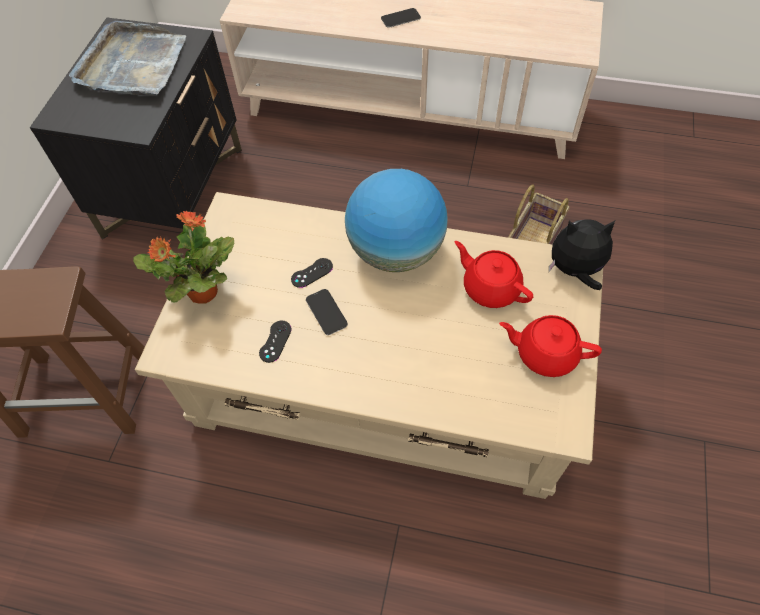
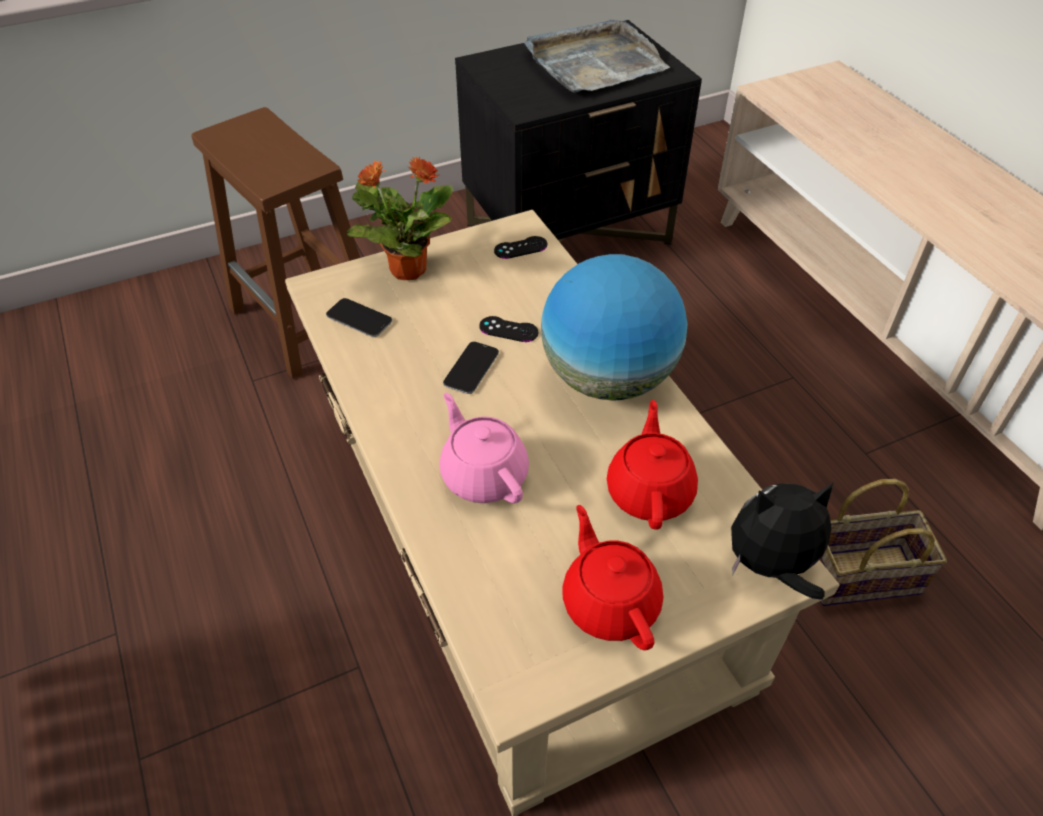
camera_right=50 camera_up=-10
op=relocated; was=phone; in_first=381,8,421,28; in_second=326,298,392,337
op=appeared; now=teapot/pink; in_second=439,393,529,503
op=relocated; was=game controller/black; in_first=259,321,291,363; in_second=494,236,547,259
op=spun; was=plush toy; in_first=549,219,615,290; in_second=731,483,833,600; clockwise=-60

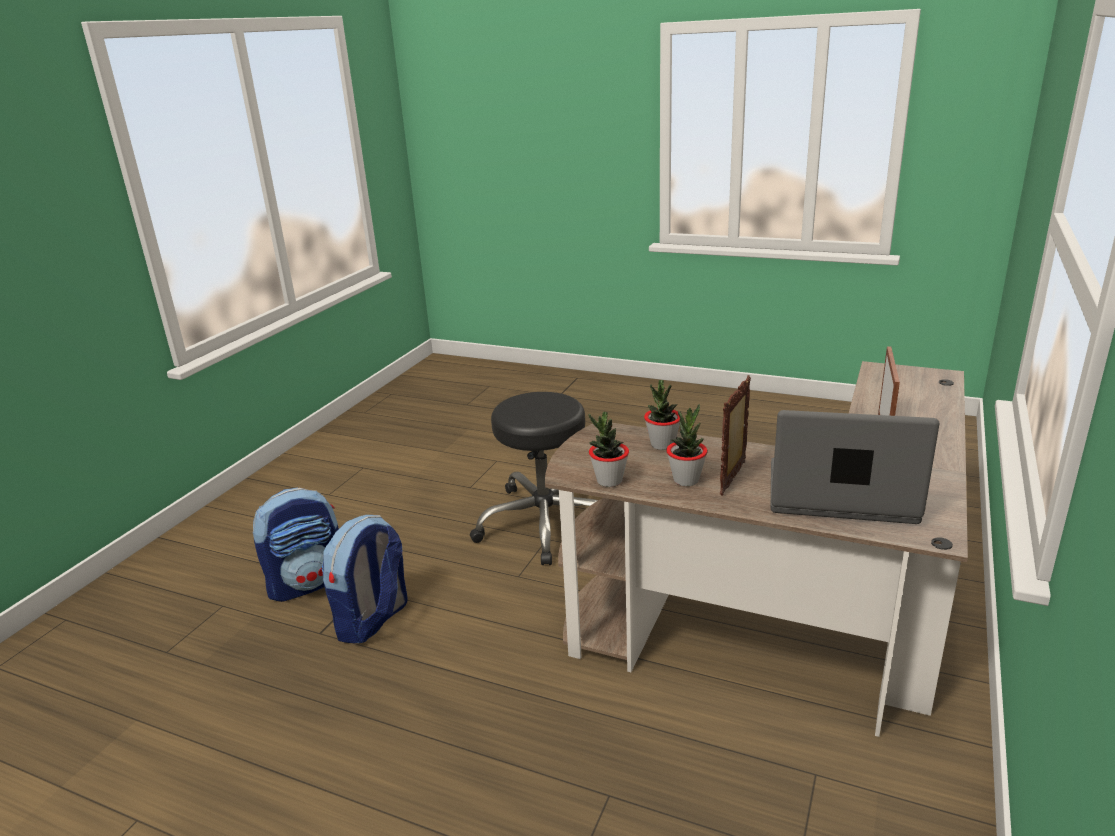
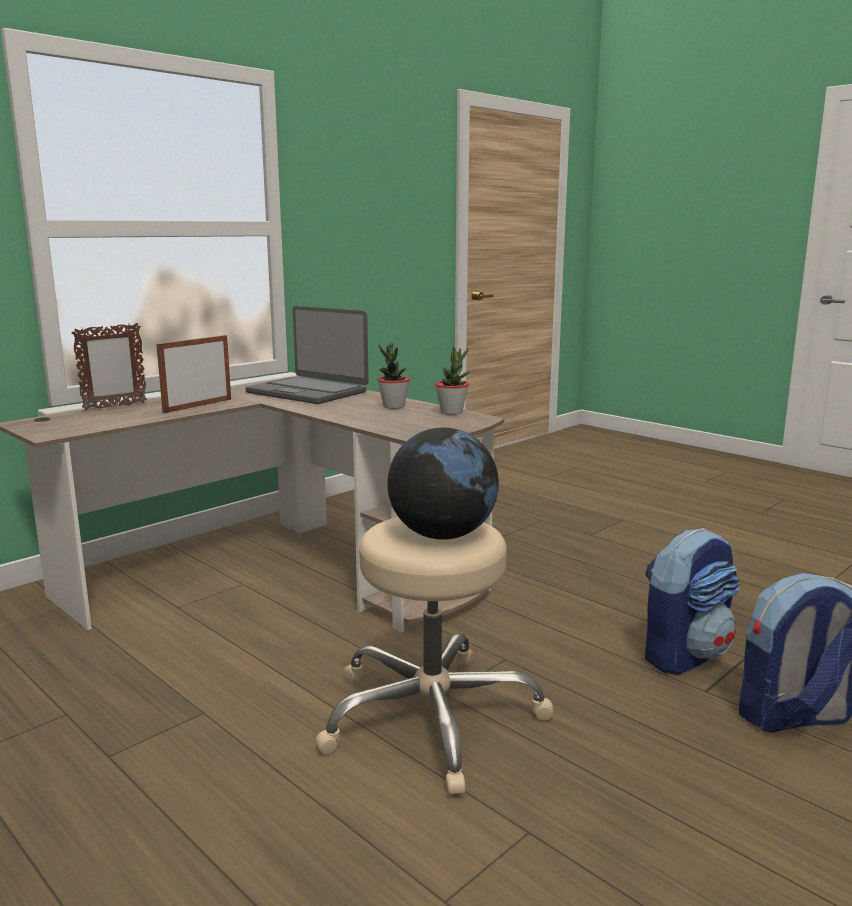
camera_right=-160 camera_up=-10
op=relocated; was=picture frame; in_first=720,375,751,496; in_second=71,323,147,410
op=colour; was=stool/black; now=stool/beige; in_first=470,392,598,565; in_second=315,517,554,796
op=appeared; now=globe; in_second=387,427,499,540
op=missing; was=potted plant; in_first=644,380,680,450

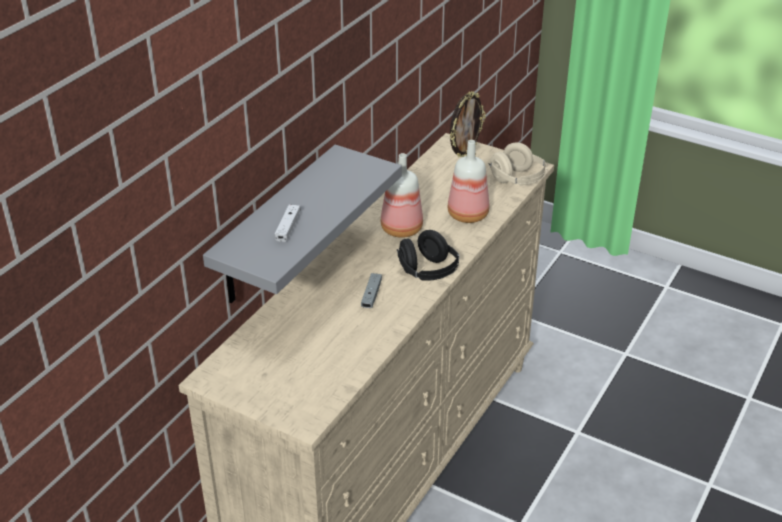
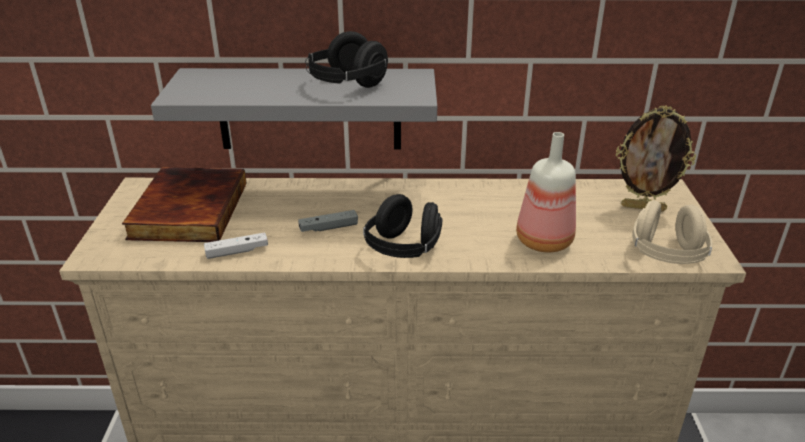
camera_right=60 camera_up=-5
op=appeared; now=book; in_second=122,167,247,242
op=relocated; was=game controller/white; in_first=275,204,301,242; in_second=204,232,268,259
op=appeared; now=headphones/black; in_second=305,31,388,88
op=missing; was=bottle; in_first=381,153,423,238

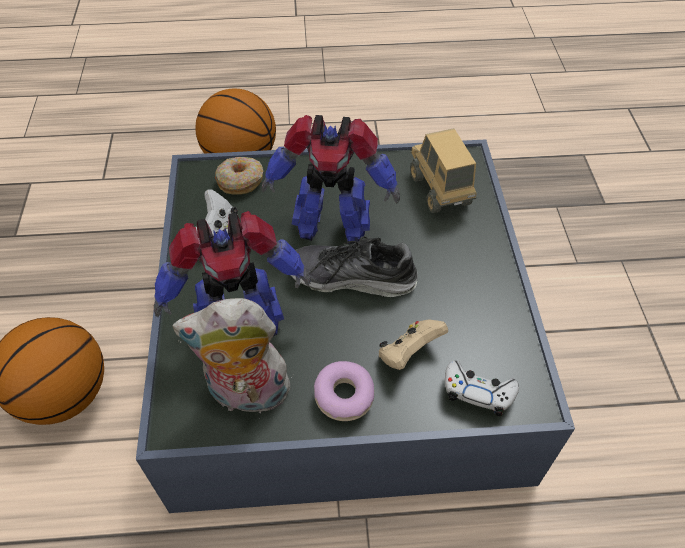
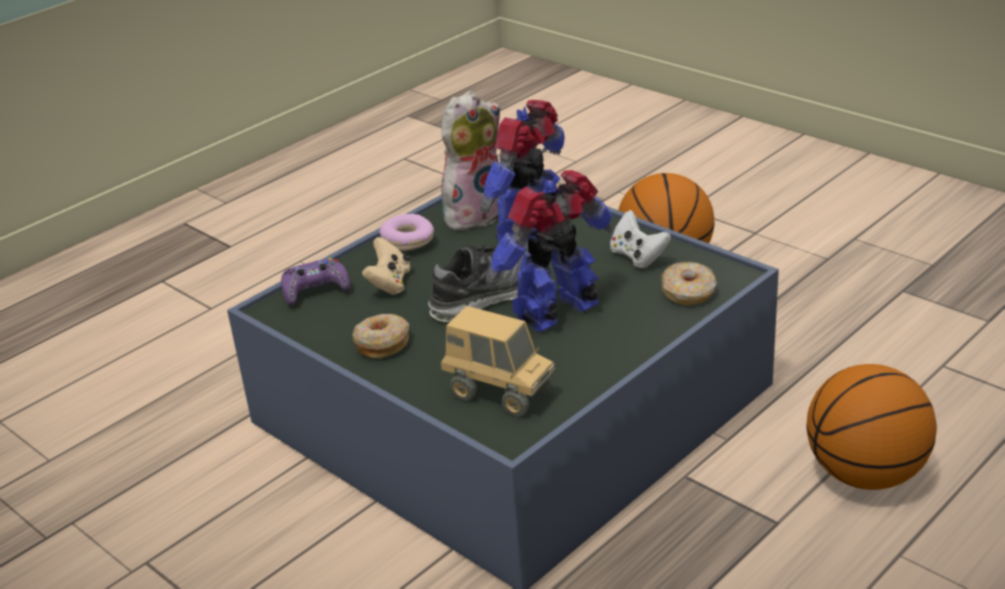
camera_right=140 camera_up=-20
op=colour; was=game controller/white; now=game controller/purple; in_first=445,361,519,417; in_second=281,258,351,305
op=appeared; now=donut; in_second=352,314,409,358

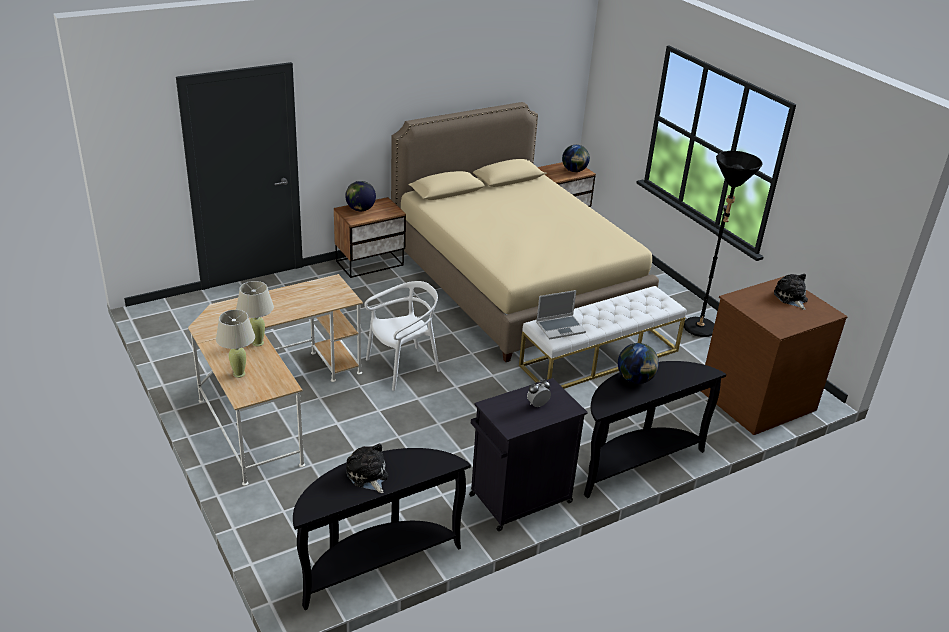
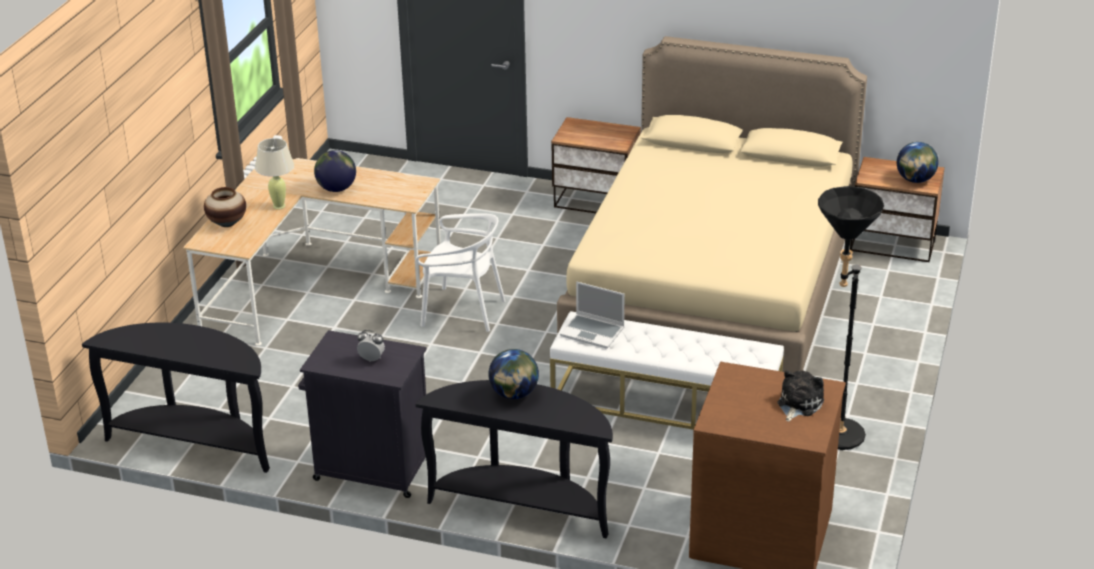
camera_right=50 camera_up=0
op=exchanged; was=table lamp/beige; now=vase; in_first=216,310,255,378; in_second=204,187,246,227
op=relocated; was=globe; in_first=345,181,376,211; in_second=314,150,356,192
op=missing; was=plush toy; in_first=346,443,388,493

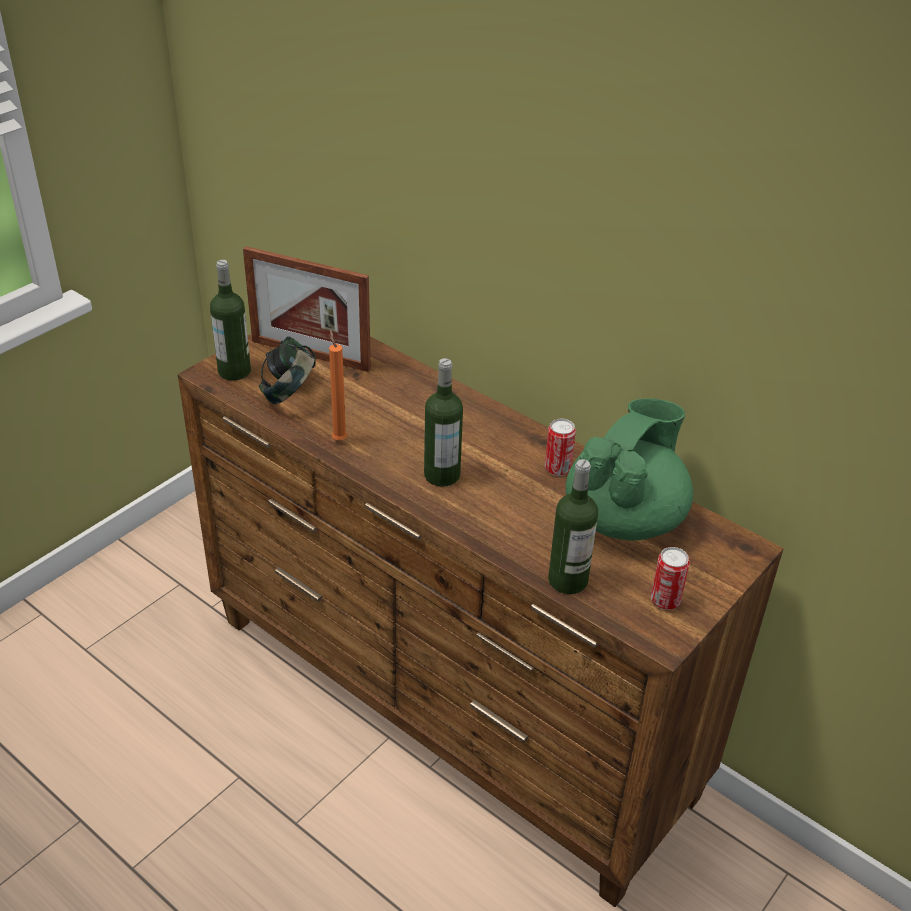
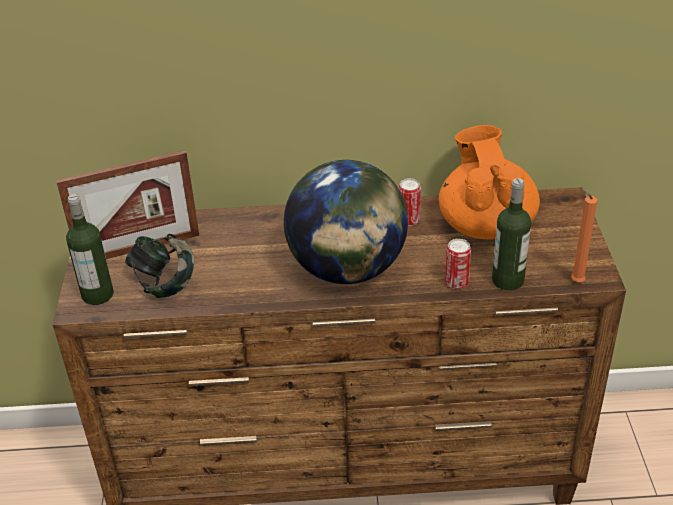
camera_right=-40 camera_up=0
op=exchanged; was=bottle; now=globe; in_first=424,358,463,486; in_second=284,160,408,284
op=colour; was=teapot/green; now=teapot/orange; in_first=565,398,693,541; in_second=439,125,540,239
op=relocated; was=can; in_first=651,547,690,610; in_second=445,239,471,289
op=relocated; was=candle/orange; in_first=329,329,347,441; in_second=571,187,597,282

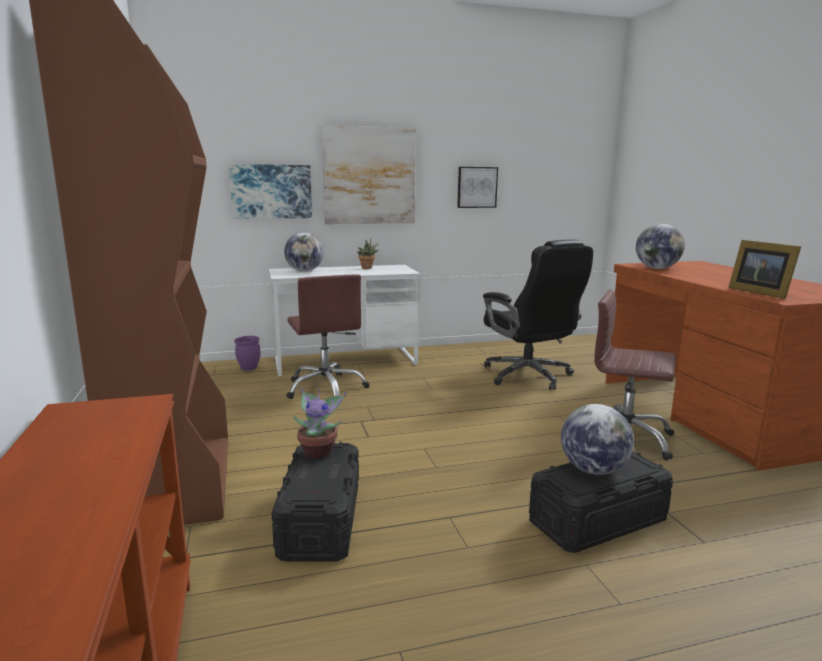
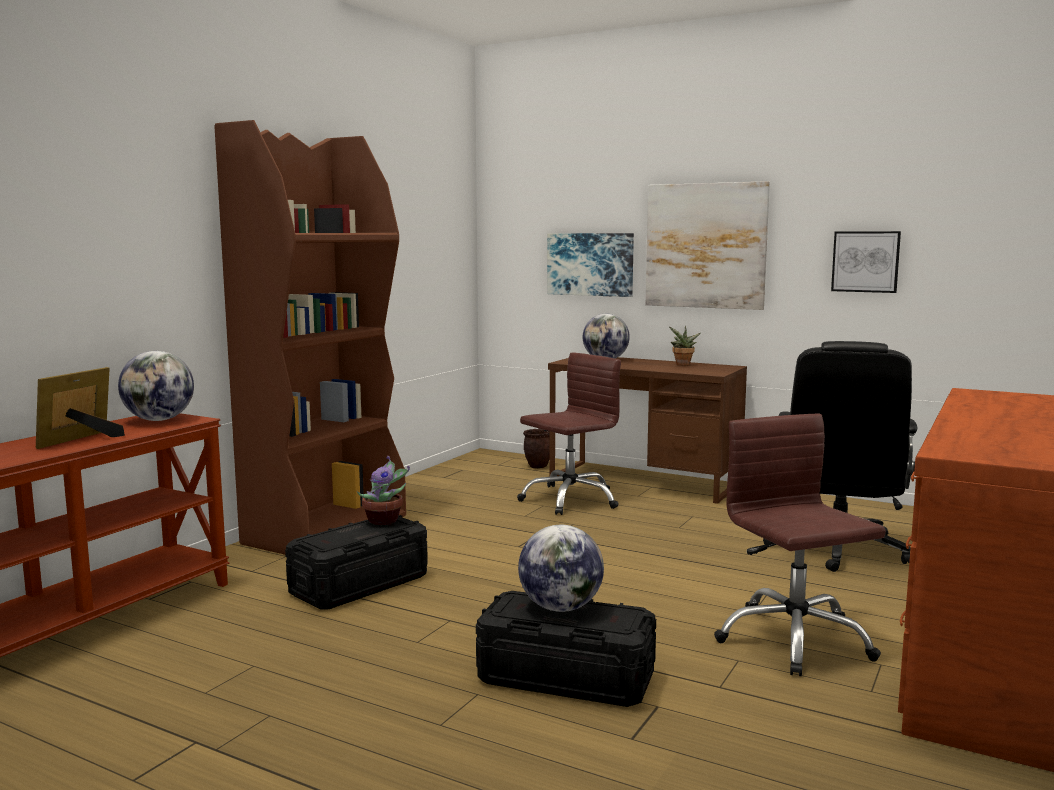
camera_right=45 camera_up=-5
op=relocated; was=picture frame; in_first=728,240,801,299; in_second=36,367,125,449
op=relocated; was=globe; in_first=636,223,685,269; in_second=118,351,194,421
op=spun; was=office chair/brown; in_first=286,275,369,399; in_second=517,352,621,515; clockwise=-150
op=colour; was=planter/purple; now=planter/brown; in_first=234,335,261,371; in_second=523,429,550,468
op=colour; was=desk/white; now=desk/brown; in_first=269,265,421,376; in_second=548,357,747,504

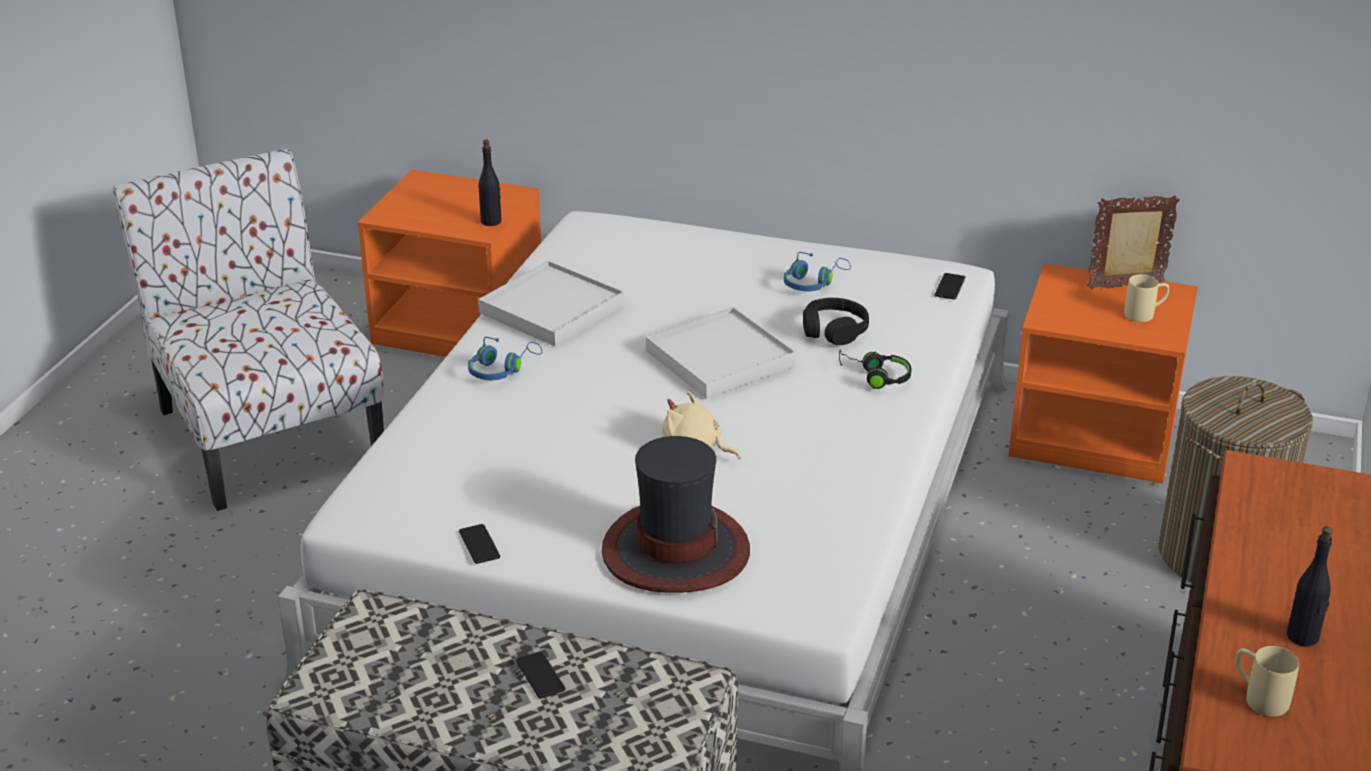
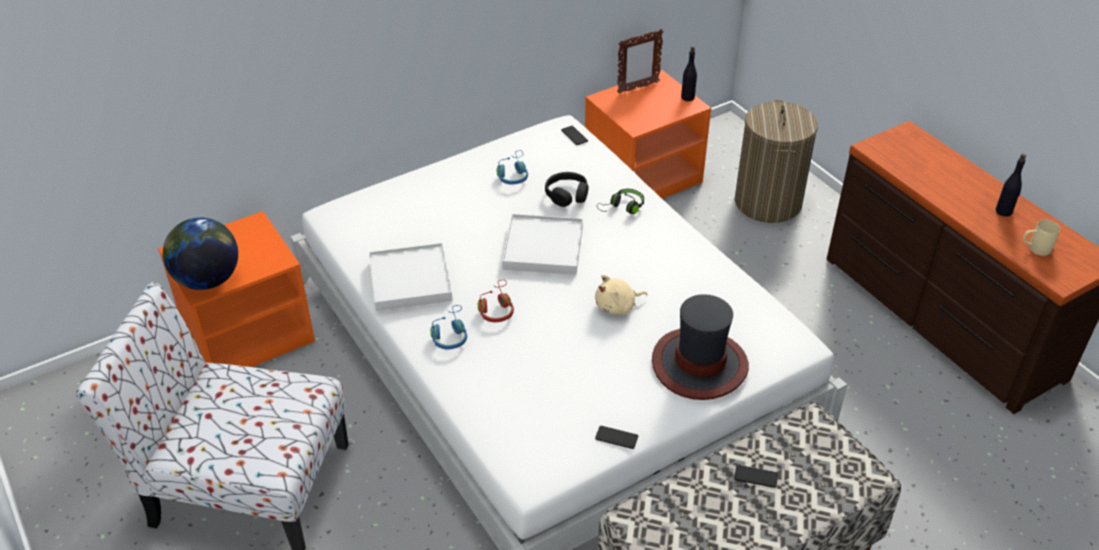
camera_right=-50 camera_up=10
op=appeared; now=globe; in_second=163,217,238,290
op=appeared; now=headphones/red; in_second=478,279,514,322
op=spun; was=picture frame; in_first=1087,195,1180,290; in_second=617,29,664,94; clockwise=-150
op=relocated; was=bottle/black; in_first=479,139,502,226; in_second=681,46,697,101
op=missing; was=mug/beige; in_first=1124,274,1169,322

